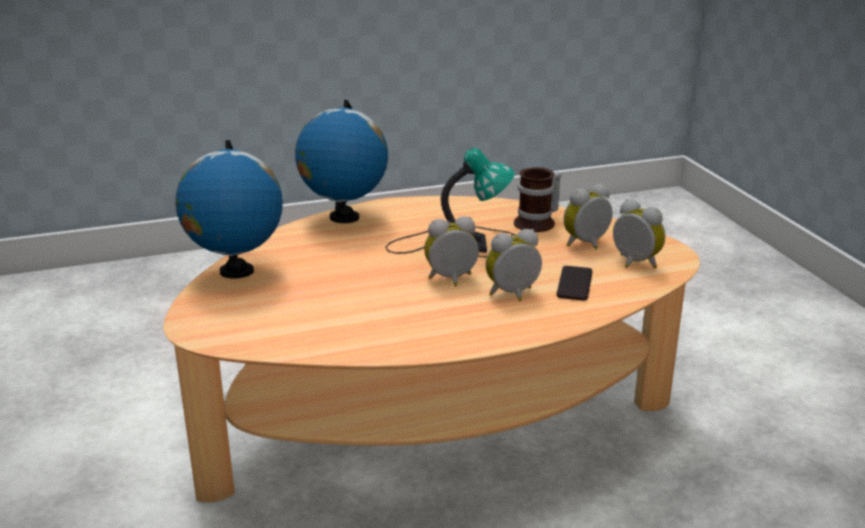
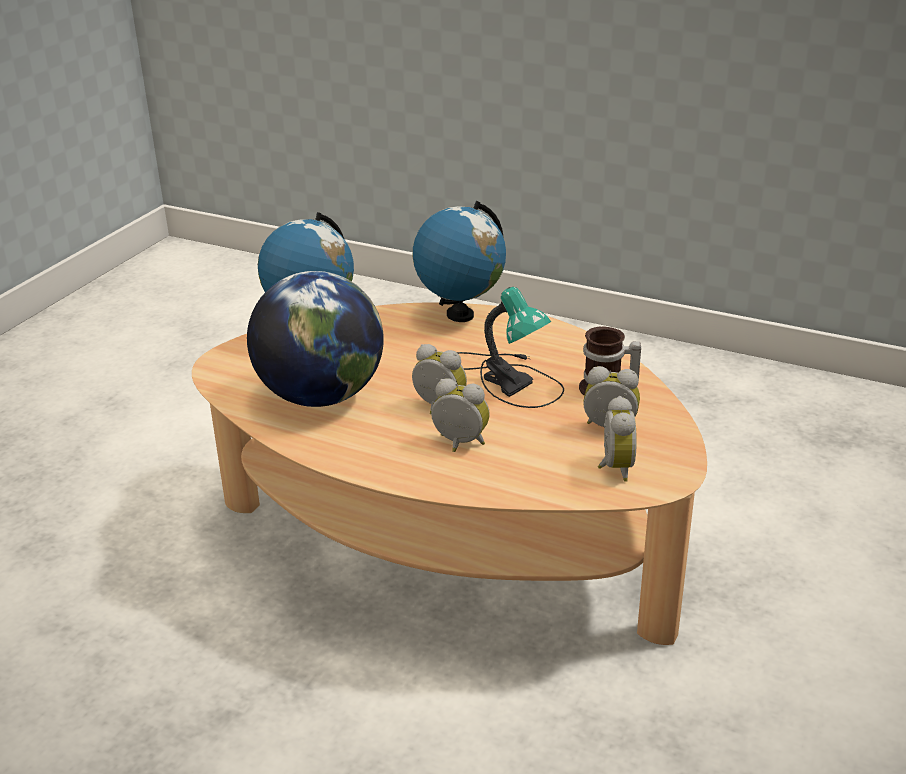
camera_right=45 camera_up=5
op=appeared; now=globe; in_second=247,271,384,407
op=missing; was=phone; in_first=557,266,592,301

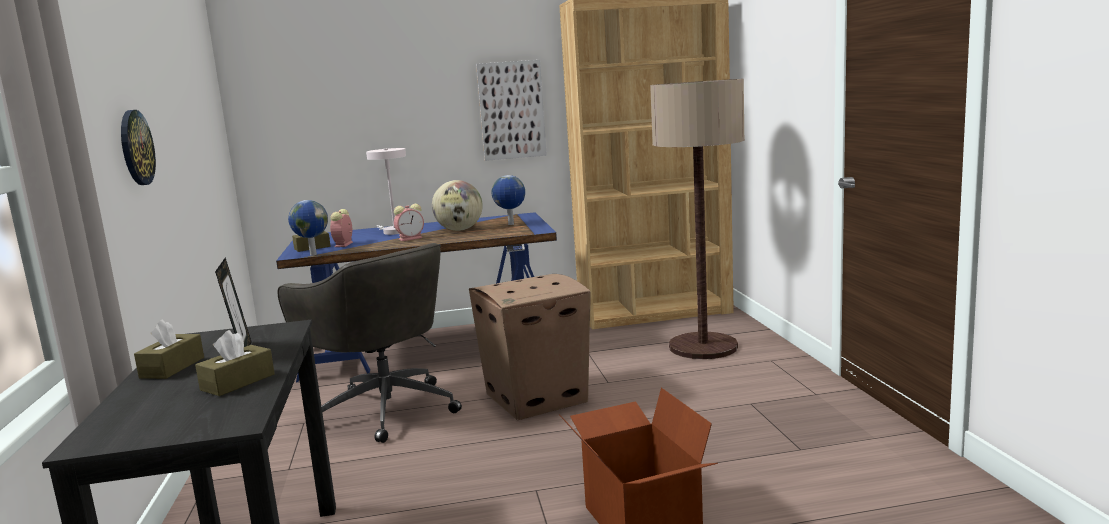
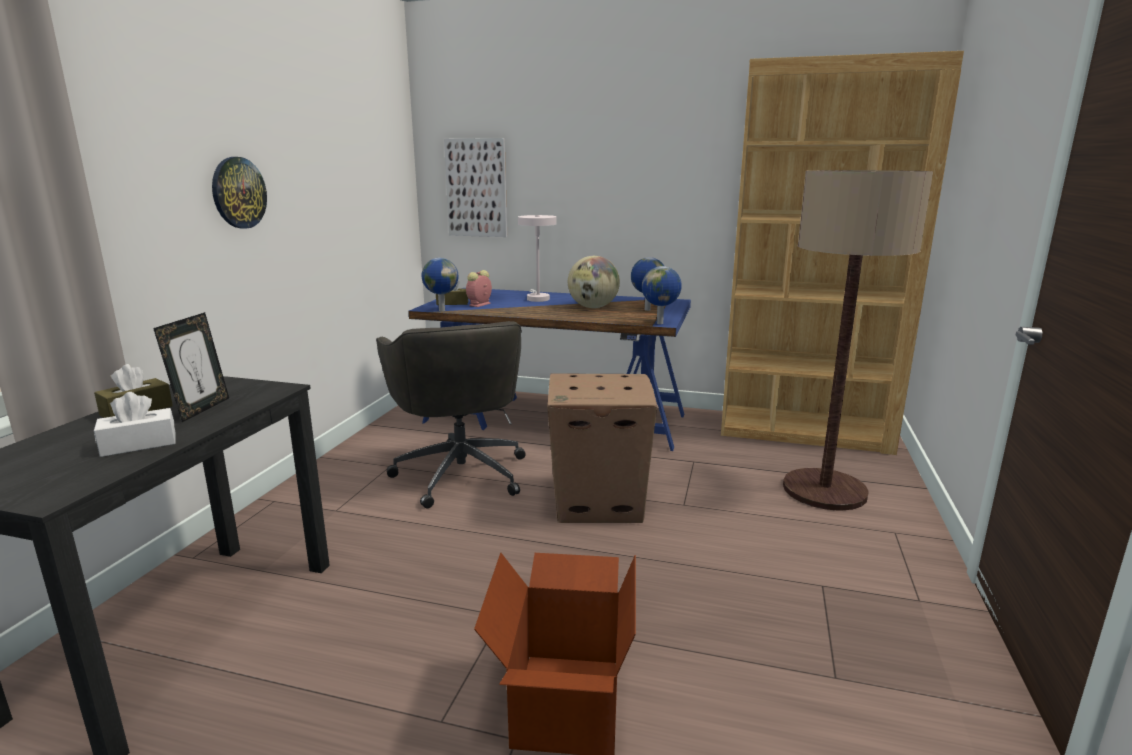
camera_right=25 camera_up=5
op=colour; was=tissue box/brown; now=tissue box/white; in_first=195,330,275,396; in_second=94,392,176,457
op=relocated; was=picture; in_first=476,60,547,161; in_second=444,138,507,237
op=appeared; now=globe; in_second=642,266,682,324
op=missing; was=alarm clock; in_first=394,204,424,241

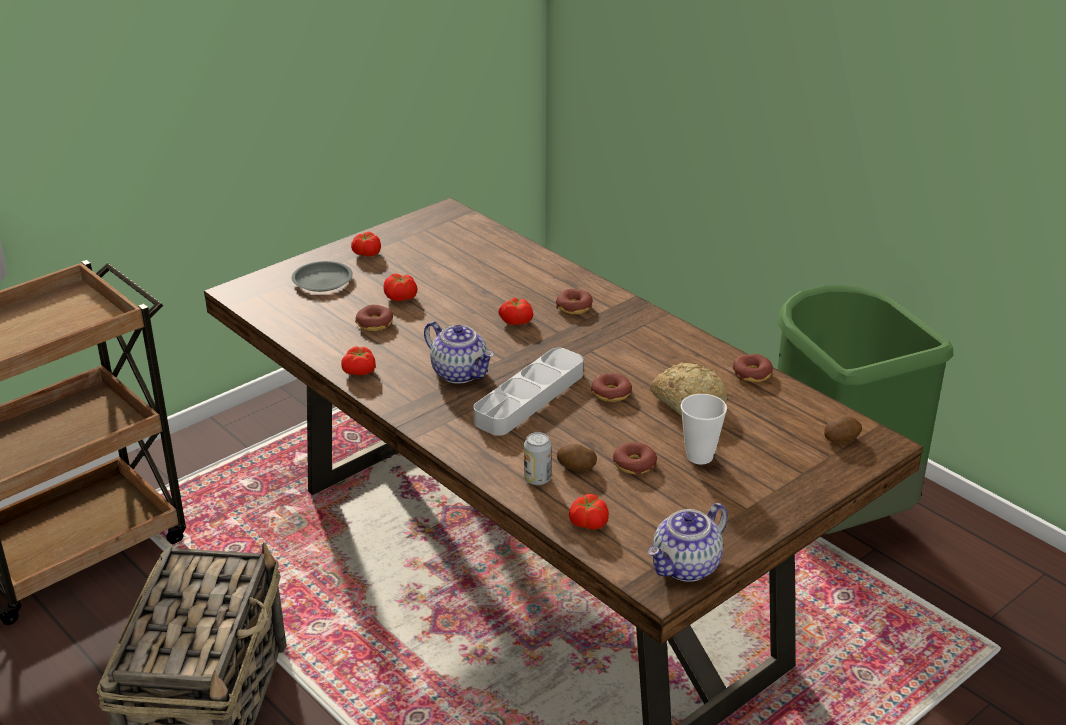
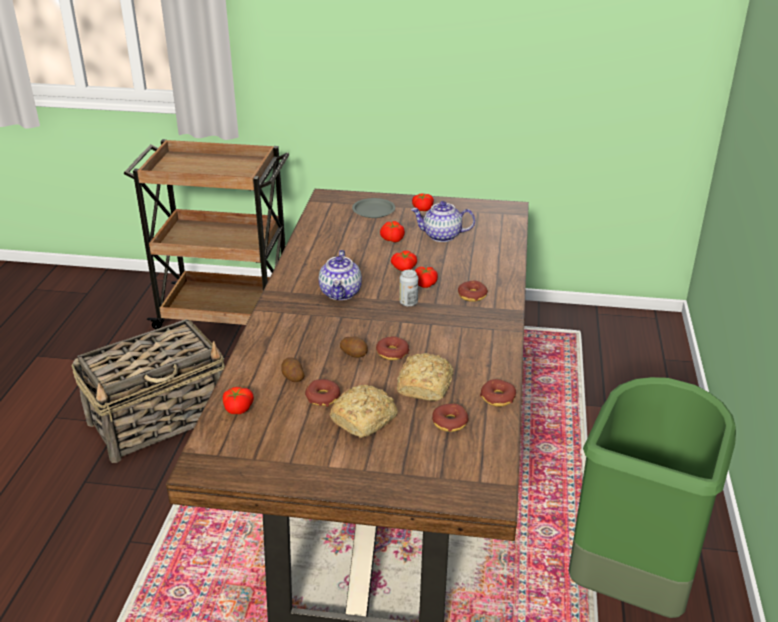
camera_right=50 camera_up=0
op=exchanged; was=cup; now=bread; in_first=681,394,727,464; in_second=329,385,398,438
op=relocated; was=potato; in_first=824,416,862,443; in_second=340,337,368,358
op=relocated; was=tomato; in_first=341,346,376,375; in_second=391,250,417,271
op=relocated; was=can; in_first=524,432,551,485; in_second=399,270,418,307
op=relocated; was=teapot; in_first=648,503,728,582; in_second=411,201,475,242
op=relocated; was=donut; in_first=355,305,393,331; in_second=432,403,469,432
op=missing; was=tray/grey; in_first=473,348,583,436

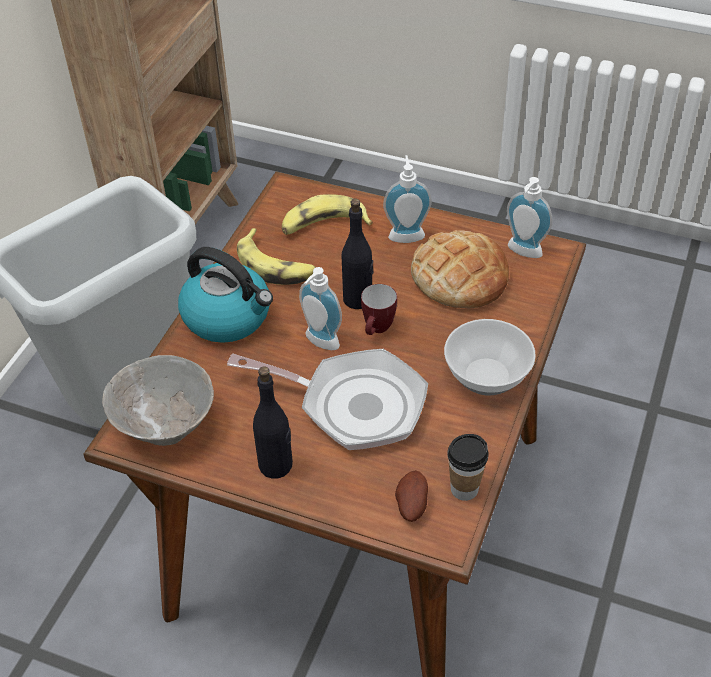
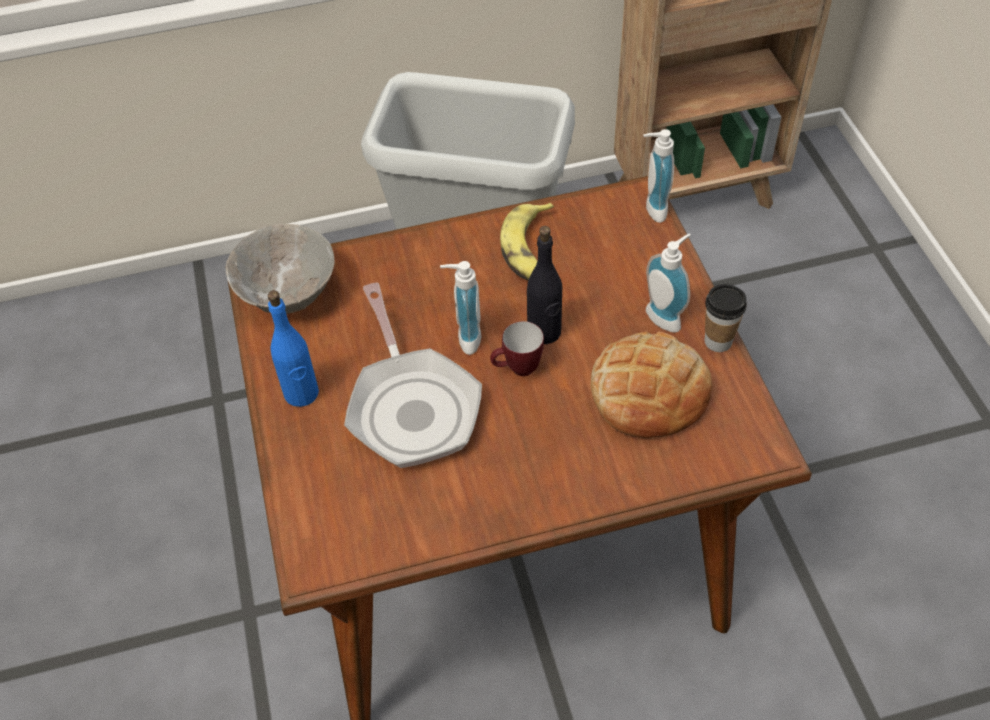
camera_right=55 camera_up=5
op=colour; was=bottle/black; now=bottle/blue; in_first=253,366,293,479; in_second=267,290,319,407
op=relocated; was=soap dispenser; in_first=507,177,552,258; in_second=643,129,674,223
op=relocated; was=cup; in_first=448,434,488,501; in_second=705,284,747,352
op=missing; was=kettle; in_first=178,247,273,343
op=missing; was=banana; in_first=282,194,373,235
op=missing; was=potato; in_first=395,470,428,522
op=missing; was=bowl; in_first=444,319,536,396

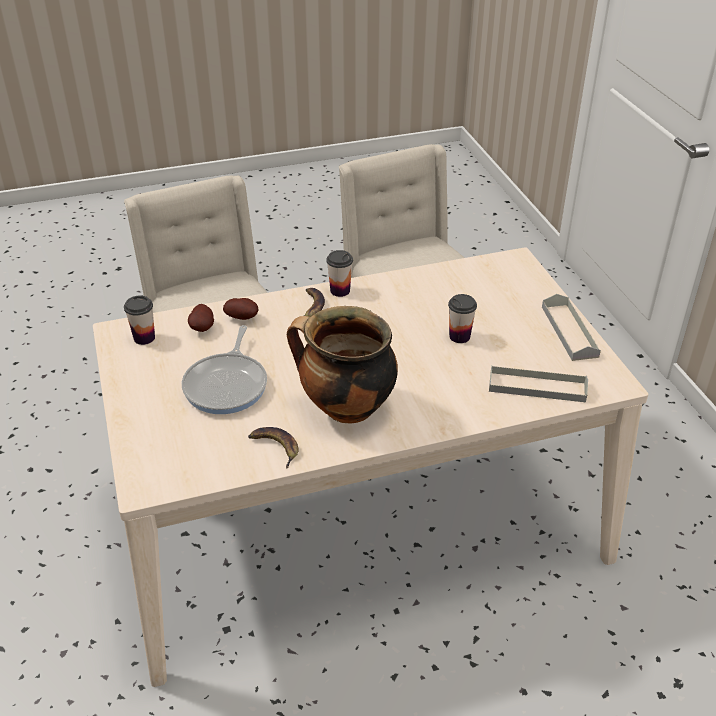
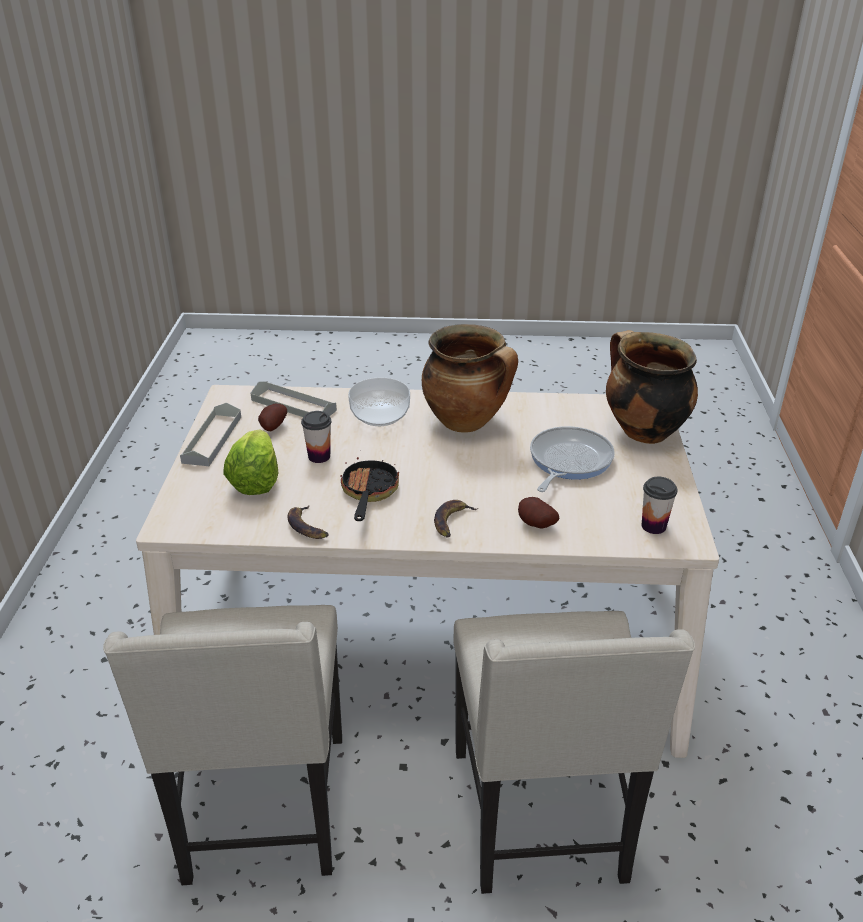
camera_right=-160 camera_up=-5
op=appeared; now=lettuce; in_second=223,430,279,495
op=relocated; was=potato; in_first=188,304,214,332; in_second=258,404,287,431
op=relocated; was=banana; in_first=248,427,298,468; in_second=288,506,329,539
op=appeared; now=frying pan; in_second=340,457,399,521
op=appeared; now=bowl; in_second=348,378,410,426
op=appeared; now=cooking pot; in_second=606,330,698,444
op=missing; was=cup; in_first=326,250,353,297

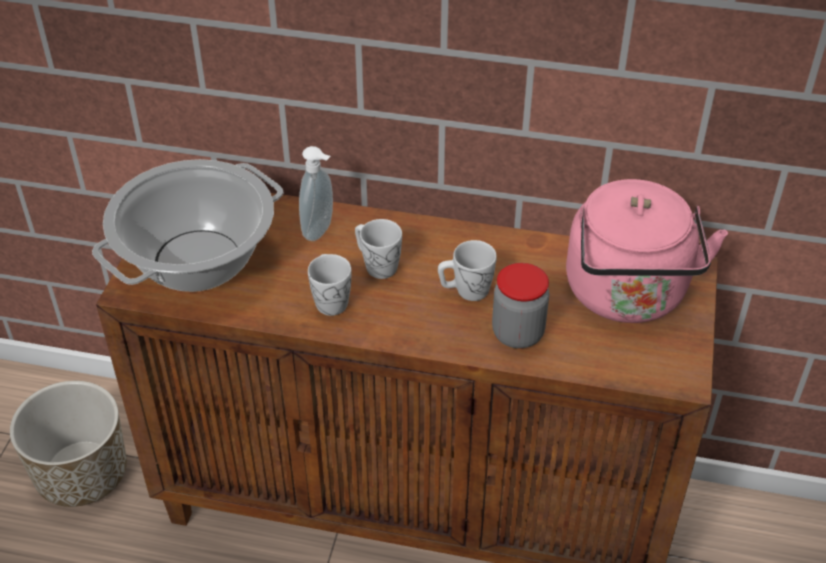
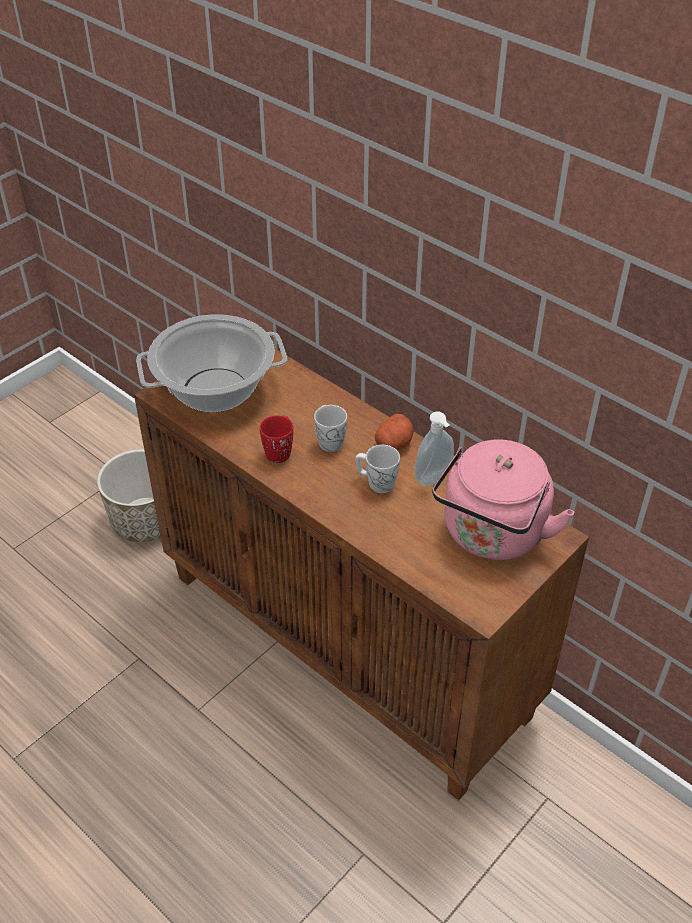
camera_right=30 camera_up=0
op=colour; was=mug/white; now=mug/red; in_first=308,254,352,316; in_second=260,415,293,463
op=appeared; now=potato; in_second=375,414,414,451
op=relocated; was=soap dispenser; in_first=299,146,333,241; in_second=414,411,454,486
op=missing; was=jar; in_first=492,263,549,348

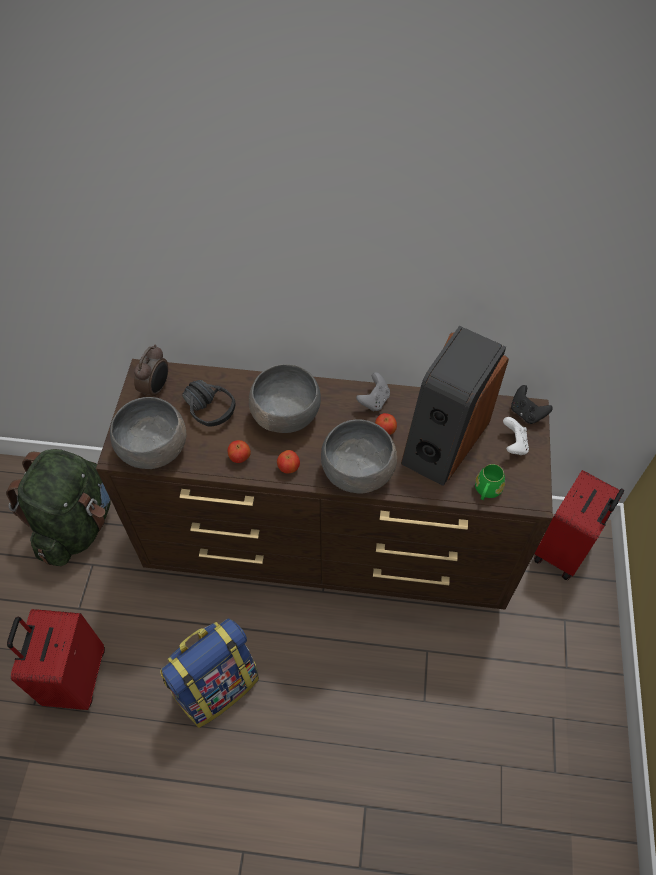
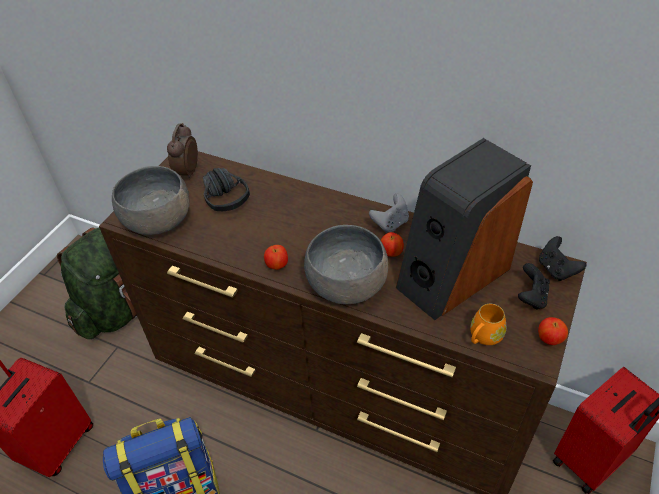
camera_right=20 camera_up=-10
op=spun; was=alarm clock; in_first=134,345,168,397; in_second=167,123,198,179; clockwise=150
op=colour; was=mug/green; now=mug/orange; in_first=475,464,505,500; in_second=470,304,506,345
op=colour; was=game controller/white; now=game controller/black; in_first=503,417,529,455; in_second=518,263,550,310
op=relocated; was=apple; in_first=228,440,251,463; in_second=538,317,568,345
op=missing; was=bowl/grey; in_first=249,364,321,433

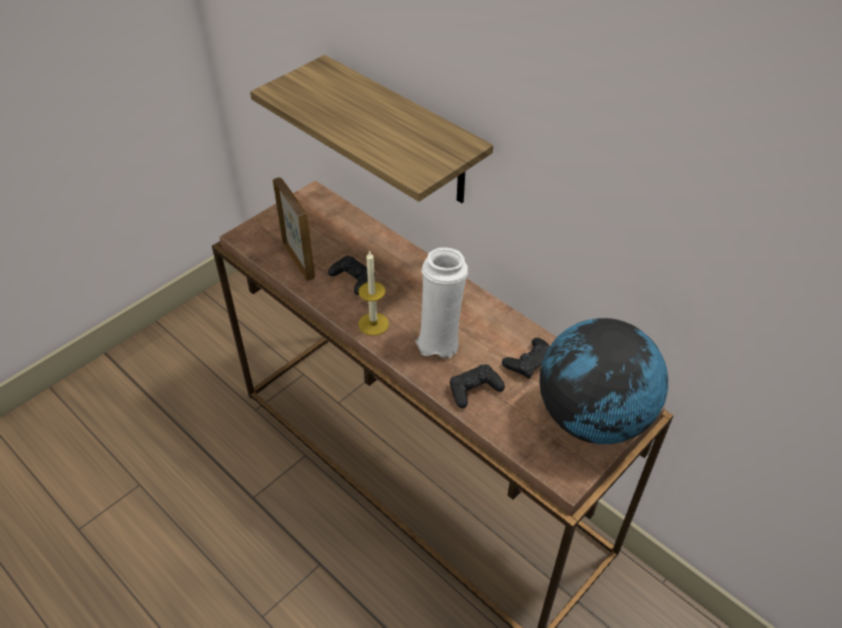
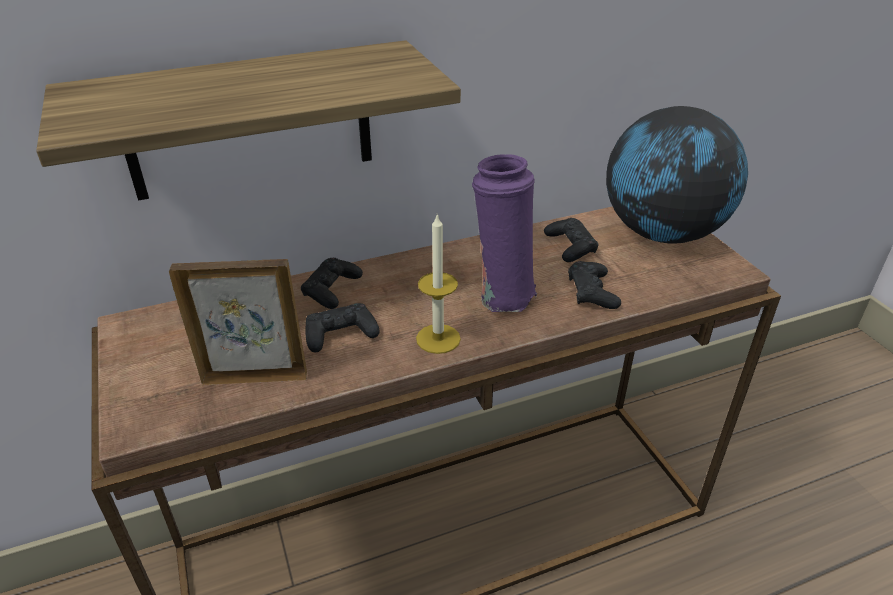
camera_right=-65 camera_up=-10
op=appeared; now=game controller/black; in_second=301,258,363,309
op=colour; was=vase/white; now=vase/purple; in_first=415,247,468,358; in_second=472,154,537,312

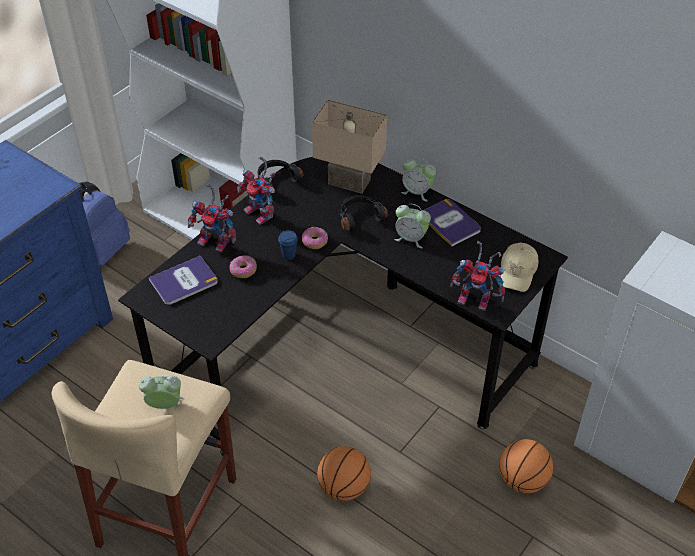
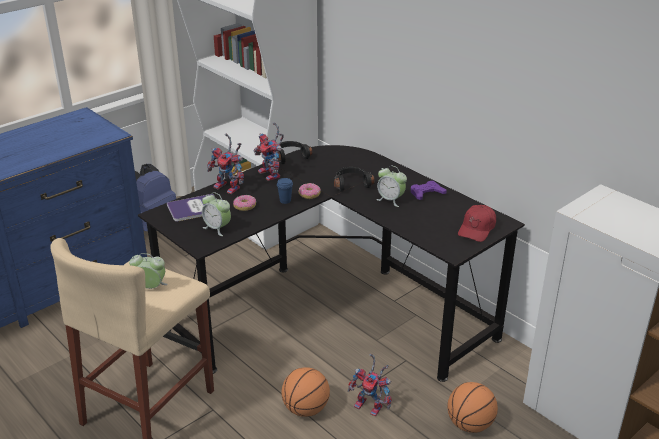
camera_right=10 camera_up=-15
op=relocated; was=alarm clock; in_first=401,157,436,201; in_second=202,192,231,236
op=relocated; was=toy robot; in_first=450,241,505,311; in_second=348,354,392,416
op=exchanged; was=book; now=game controller/purple; in_first=422,199,481,247; in_second=411,181,447,200
op=colour; was=cap/beige; now=cap/red; in_first=499,243,539,292; in_second=458,205,496,242
op=missing; was=table lamp/beige; in_first=312,99,387,194

